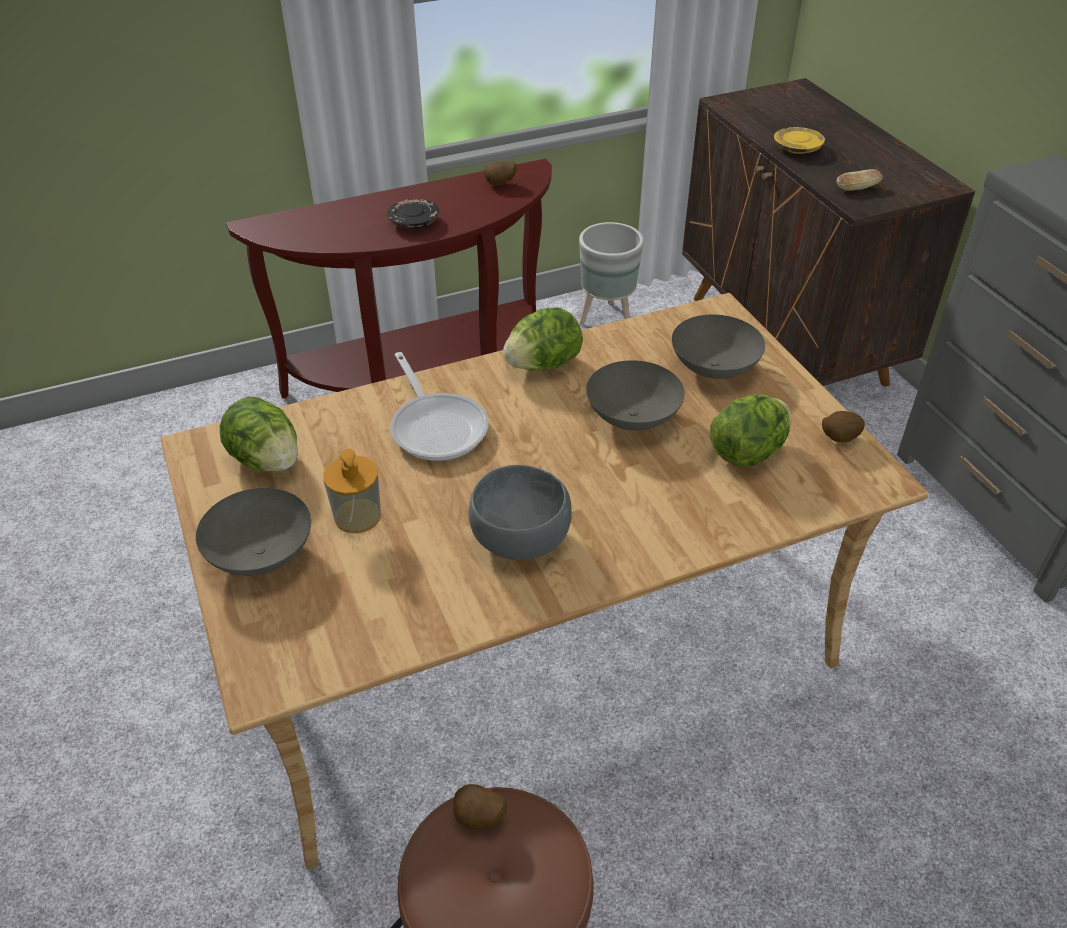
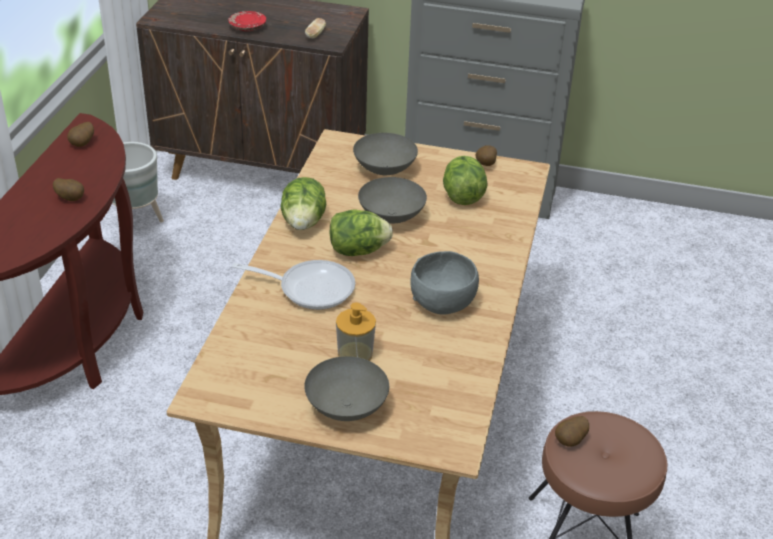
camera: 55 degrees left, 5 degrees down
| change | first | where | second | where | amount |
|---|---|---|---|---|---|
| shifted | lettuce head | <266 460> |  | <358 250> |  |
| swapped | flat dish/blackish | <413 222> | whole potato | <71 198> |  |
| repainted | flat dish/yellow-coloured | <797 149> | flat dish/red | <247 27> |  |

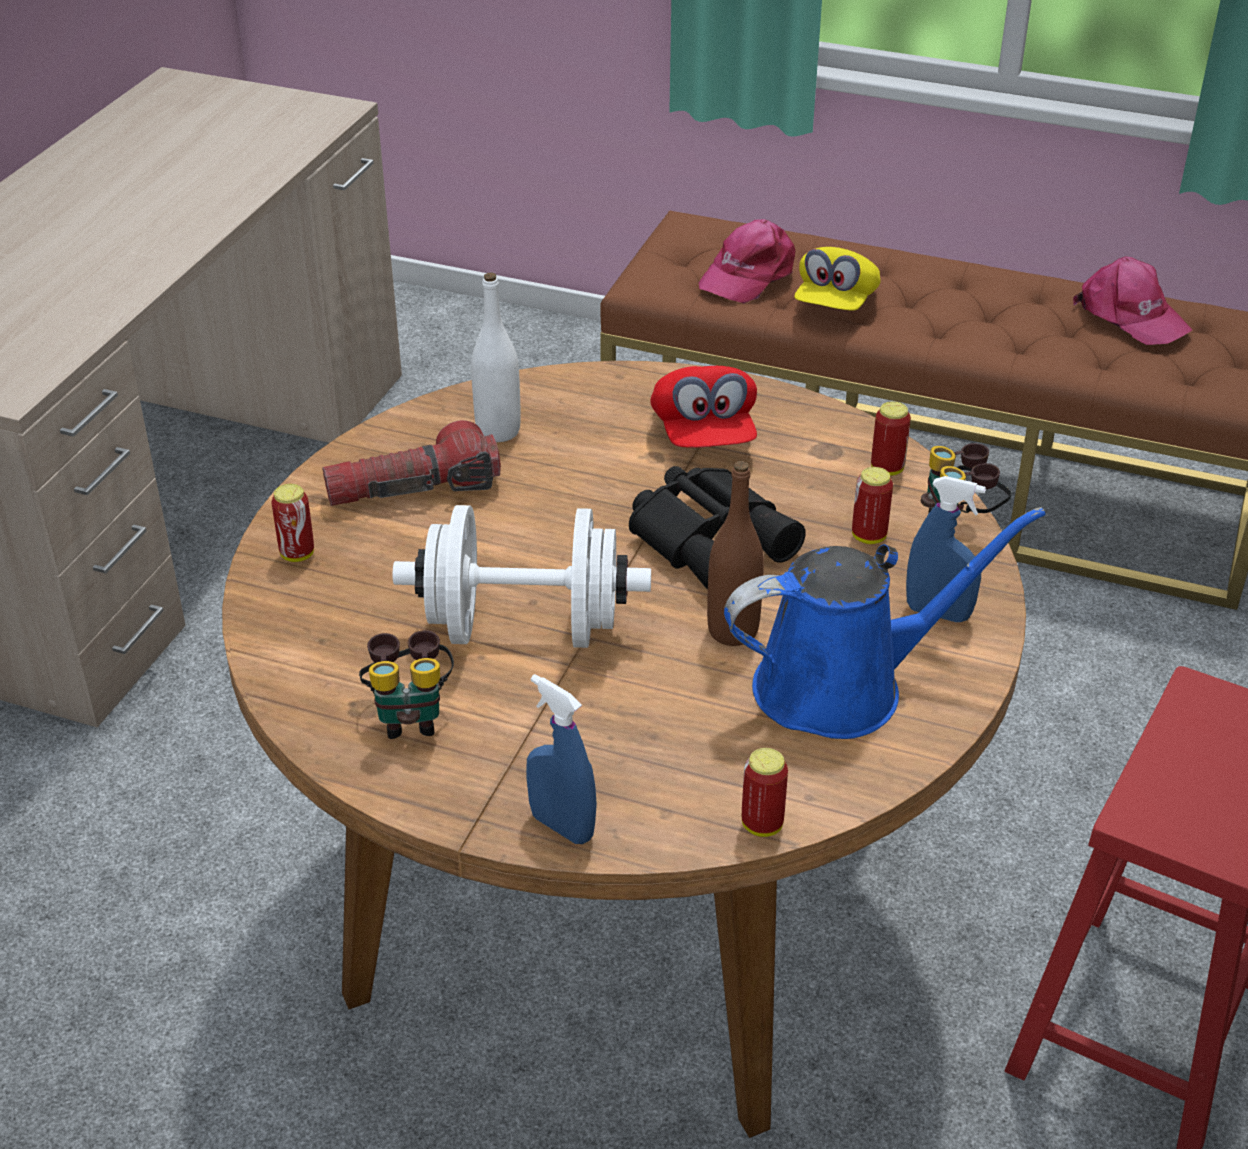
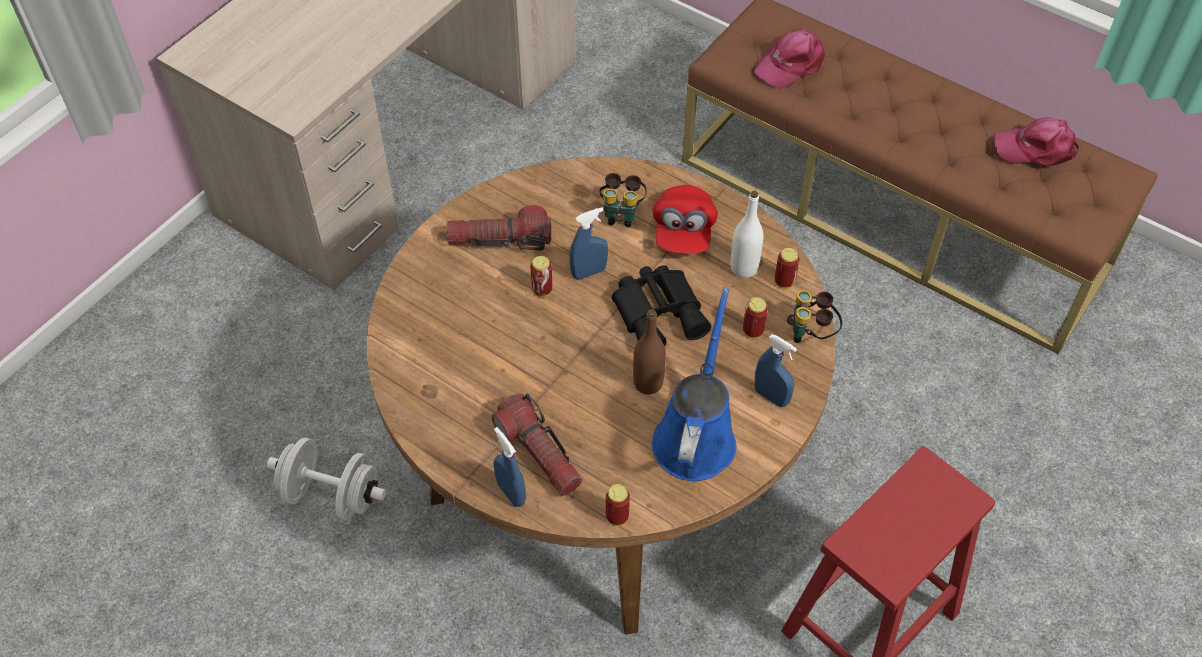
camera: 15 degrees right, 15 degrees up
| change | first | where | second | where | amount |
|---|---|---|---|---|---|
| shifted | metal can | <297 554> |  | <542 290> |  |
| shifted | field glasses | <410 716> |  | <621 214> |  |
| shifted | free weight/whitish | <524 629> |  | <331 495> |  |
| shifted | bottle/whitish | <498 431> |  | <744 268> |  |
| rotated | sprinkling can/bluish | <842 686> |  | <696 436> | 75 degrees counterclockwise |
| gone | baseball cap/yellow-coloured | <835 303> |  |  |  |
| rotated | baseball cap/pinkish | <1130 316> |  | <1036 148> | 120 degrees clockwise |
| new |  |  | hand torch | <539 453> |  |
| new |  |  | spray bottle/bluish | <589 272> |  |

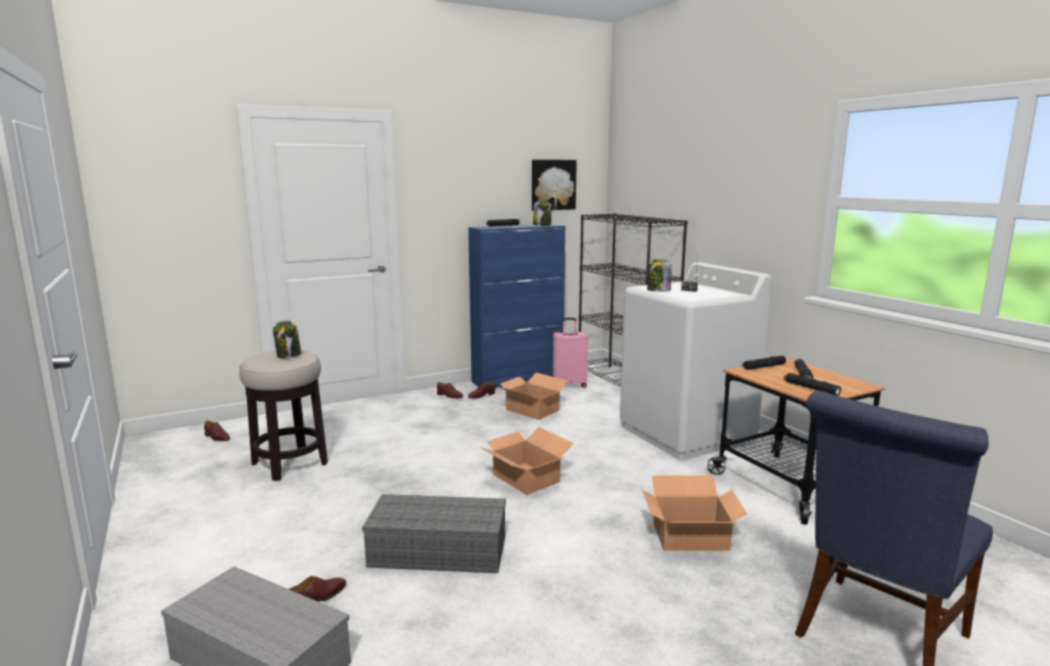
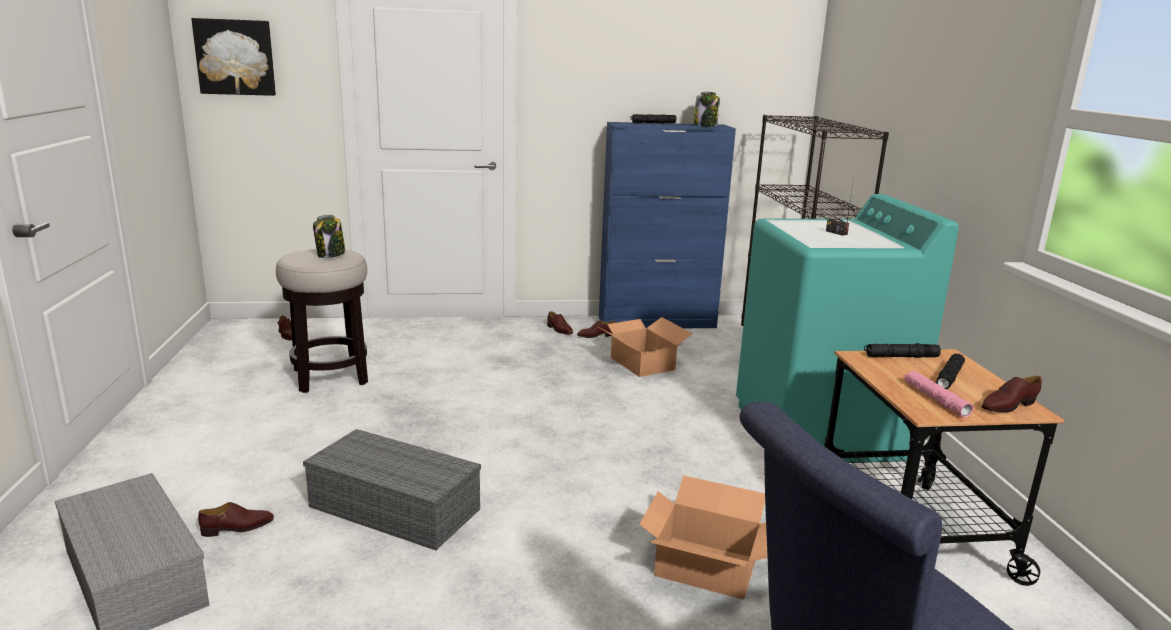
camera: 20 degrees right, 5 degrees up
| change | first | where | second | where | amount |
|---|---|---|---|---|---|
| gone | packing box | <526 478> |  |  |  |
| shifted | picture | <552 185> |  | <235 57> |  |
| gone | piece of luggage/pinkish | <569 384> |  |  |  |
| repainted | laundry appliance/whitish | <686 434> | laundry appliance/turquoise | <819 431> |  |
| gone | storage jar | <658 291> |  |  |  |
| repainted | hand torch/blackish | <811 388> | hand torch/pinkish | <935 399> |  |
| new |  |  | item of footwear/brown | <1007 405> |  |

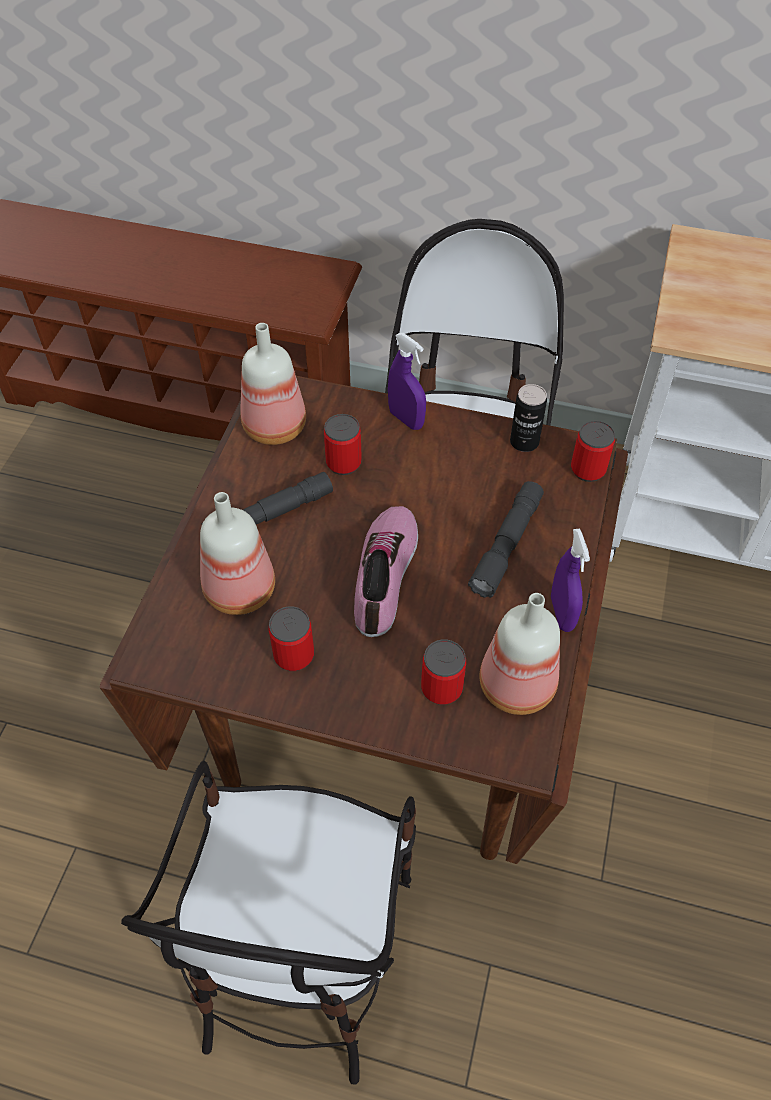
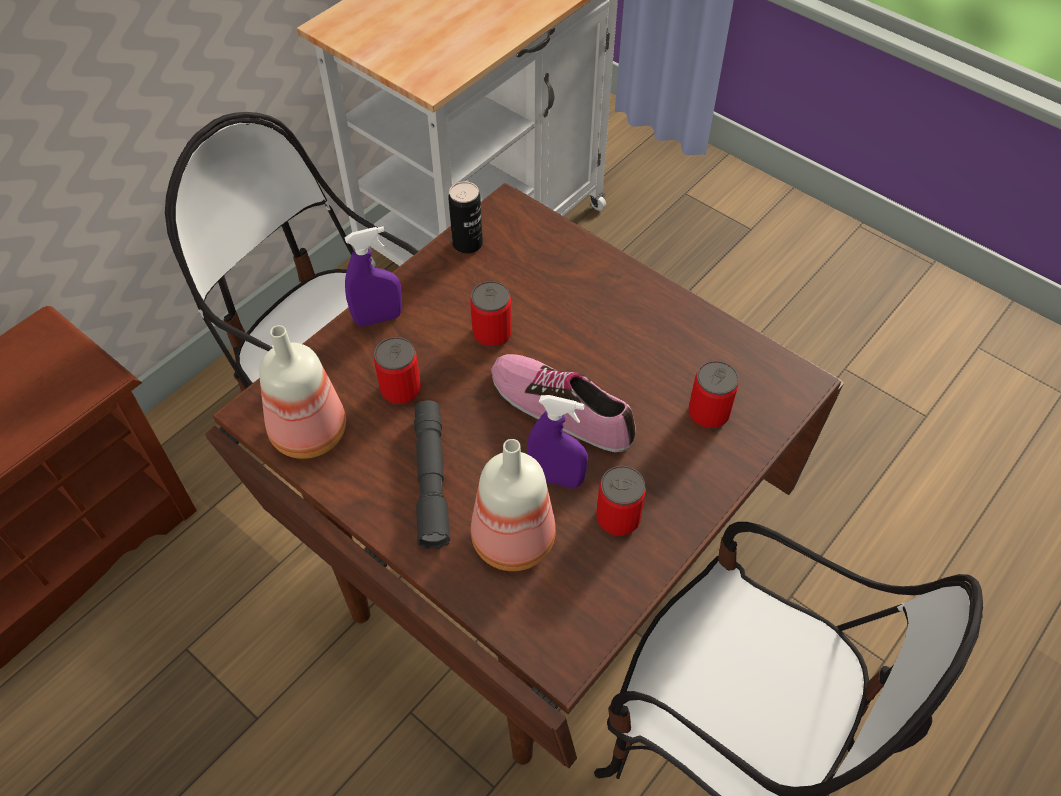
camera: 65 degrees left, 0 degrees up
| change | first | where | second | where | amount |
|---|---|---|---|---|---|
| gone | hand torch/gray | <506 545> |  |  |  |
| gone | bottle | <516 688> |  |  |  |
| shifted | spray bottle/purplish | <562 613> |  | <556 478> |  |
| shifted | metal can | <588 469> |  | <492 334> |  |

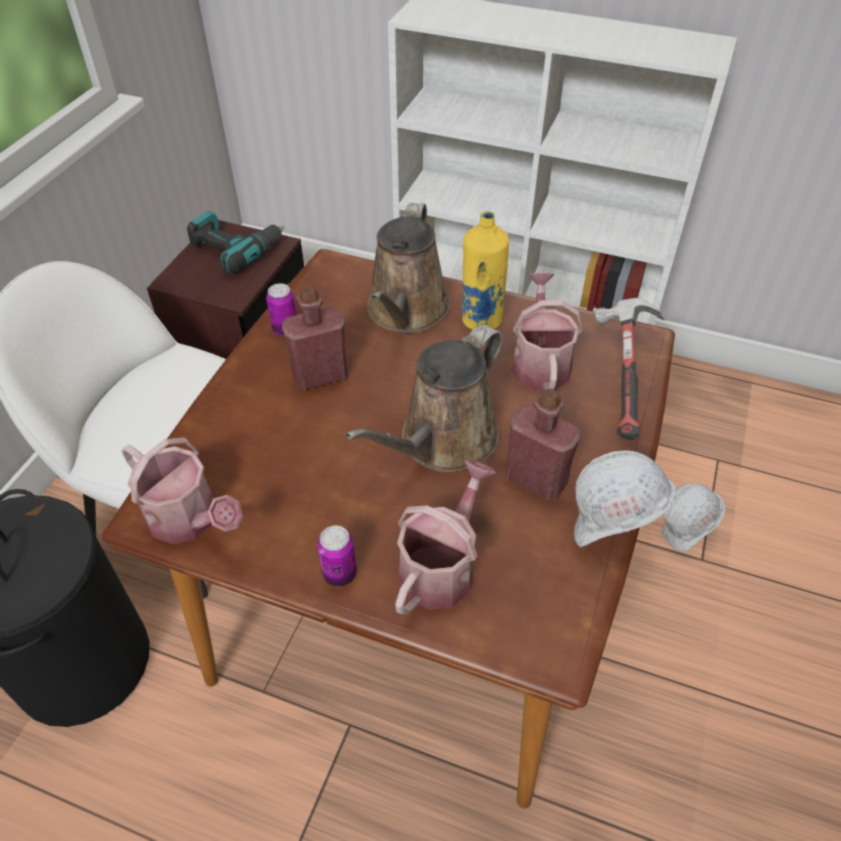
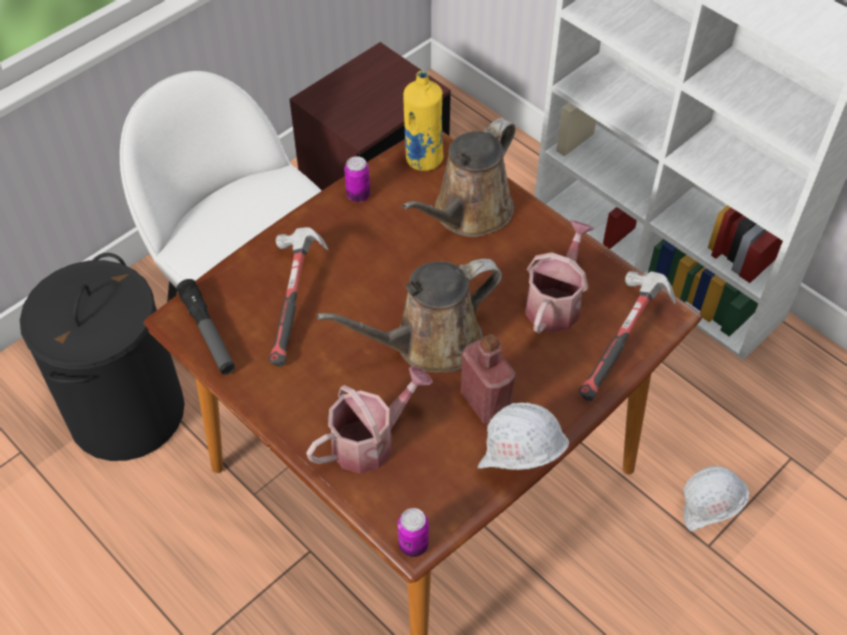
camera: 25 degrees right, 5 degrees up
| change | first | where | second | where | amount |
|---|---|---|---|---|---|
| swapped | sprinkling can | <189 520> | hand torch | <208 332> |  |
| gone | power drill | <236 248> |  |  |  |
| gone | bottle/red | <320 376> |  |  |  |
| shifted | metal can | <339 573> |  | <413 545> |  |
| shifted | bottle/yellow-coloured | <481 320> |  | <423 159> |  |
| new |  |  | tool hammer | <294 301> |  |

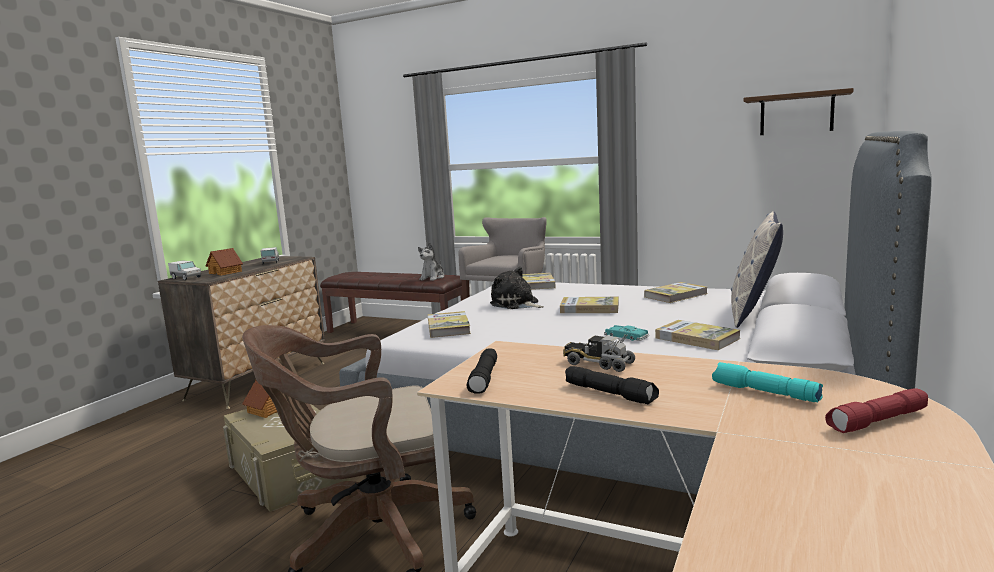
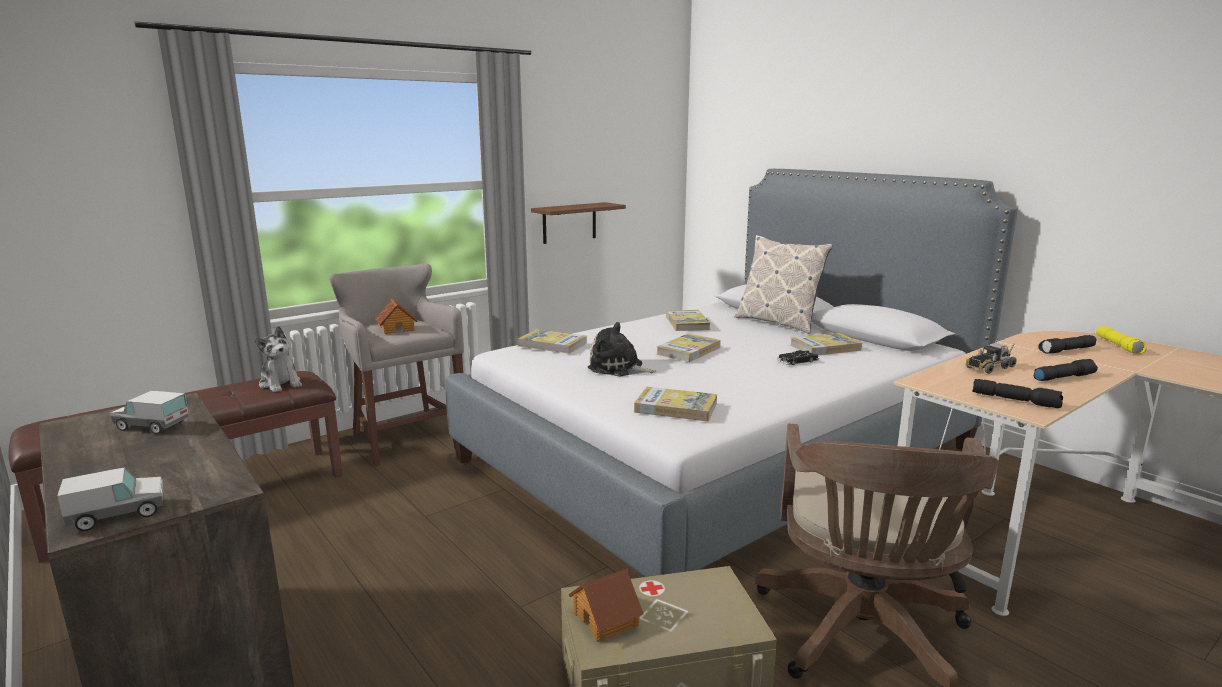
camera: 65 degrees left, 5 degrees up
| change | first | where | second | where | amount |
|---|---|---|---|---|---|
| shifted | toy house | <226 272> |  | <397 328> |  |
| rotated | plush toy | <516 304> |  | <618 368> | 45 degrees clockwise |
| repainted | model car/turquoise | <626 337> | model car/blackish | <798 361> |  |
| repainted | hand torch/turquoise | <763 392> | hand torch/blackish | <1067 350> |  |
| shifted | wall shelf/brown | <796 114> |  | <569 223> |  |
| repainted | hand torch/red | <878 422> | hand torch/yellow-coloured | <1119 346> |  |

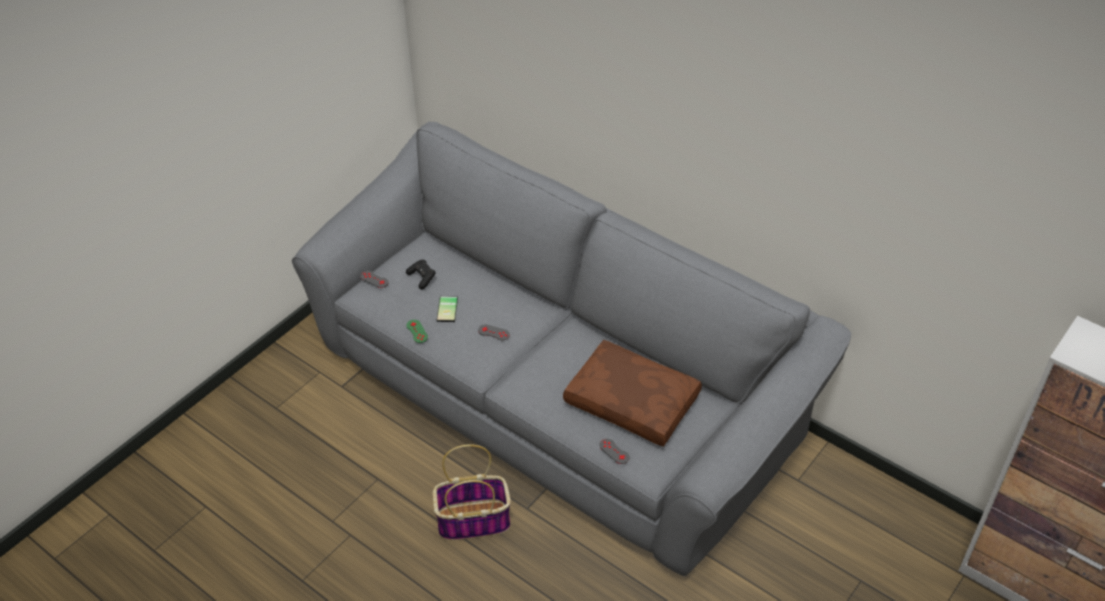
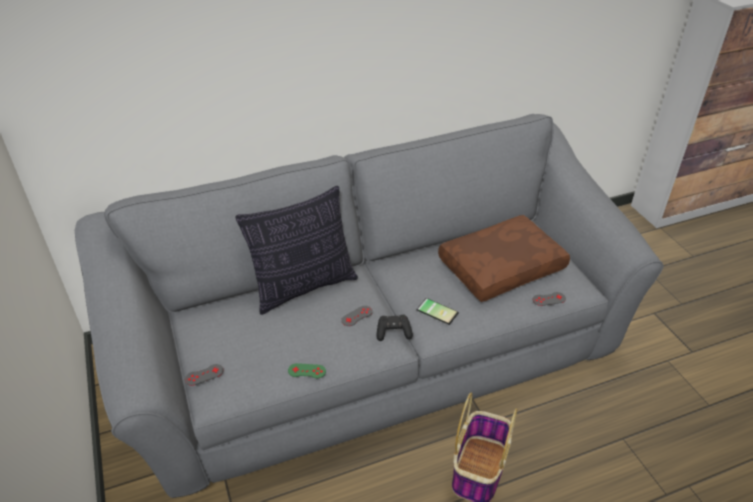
camera: 60 degrees left, 5 degrees down
| change | first | where | second | where | amount |
|---|---|---|---|---|---|
| shifted | gamepad/blackish | <422 278> |  | <393 332> |  |
| shifted | handset | <449 309> |  | <438 310> |  |
| new |  |  | pillow | <304 287> |  |

